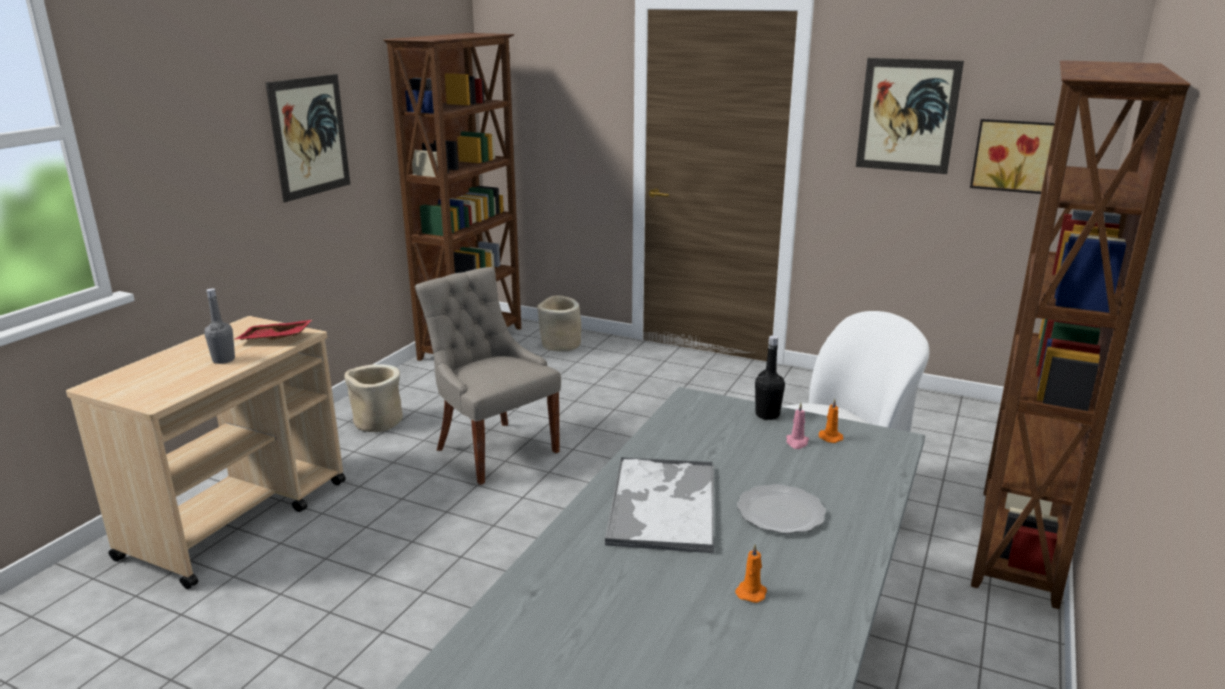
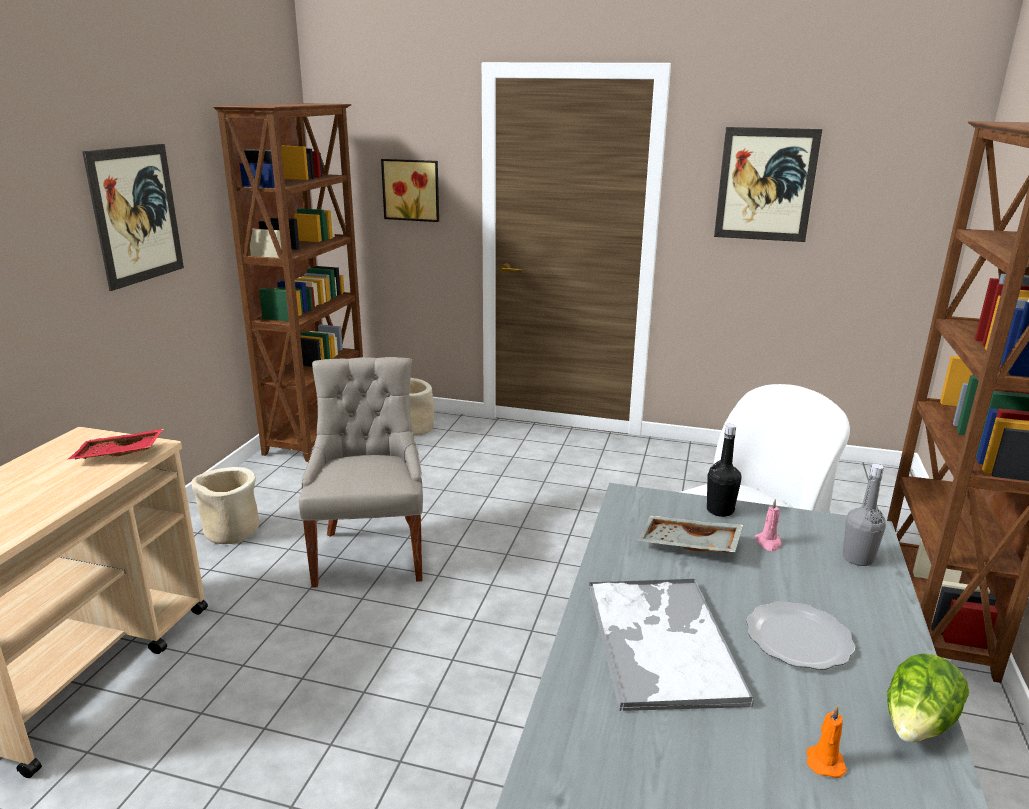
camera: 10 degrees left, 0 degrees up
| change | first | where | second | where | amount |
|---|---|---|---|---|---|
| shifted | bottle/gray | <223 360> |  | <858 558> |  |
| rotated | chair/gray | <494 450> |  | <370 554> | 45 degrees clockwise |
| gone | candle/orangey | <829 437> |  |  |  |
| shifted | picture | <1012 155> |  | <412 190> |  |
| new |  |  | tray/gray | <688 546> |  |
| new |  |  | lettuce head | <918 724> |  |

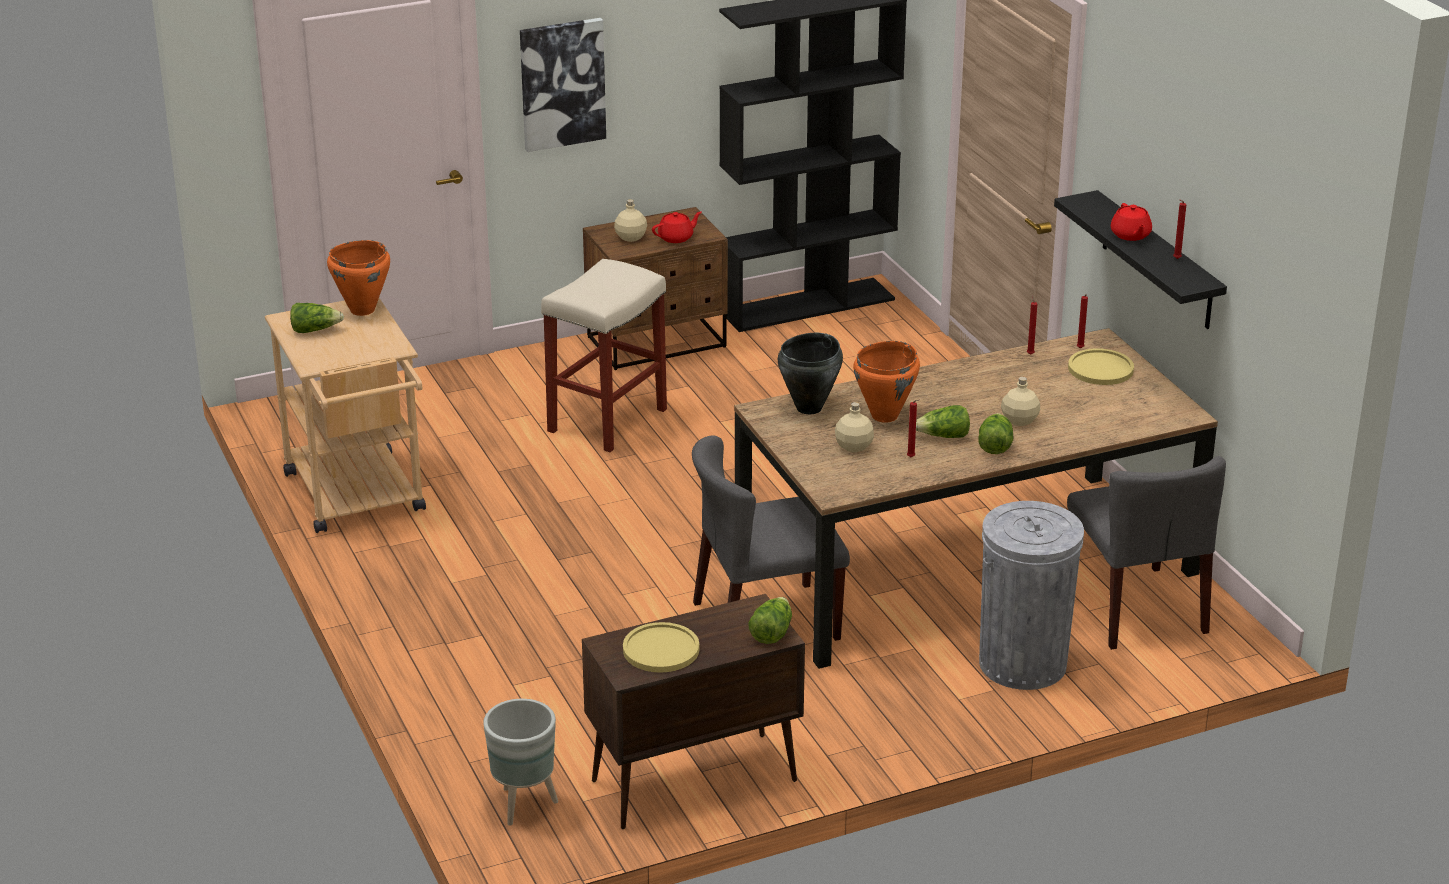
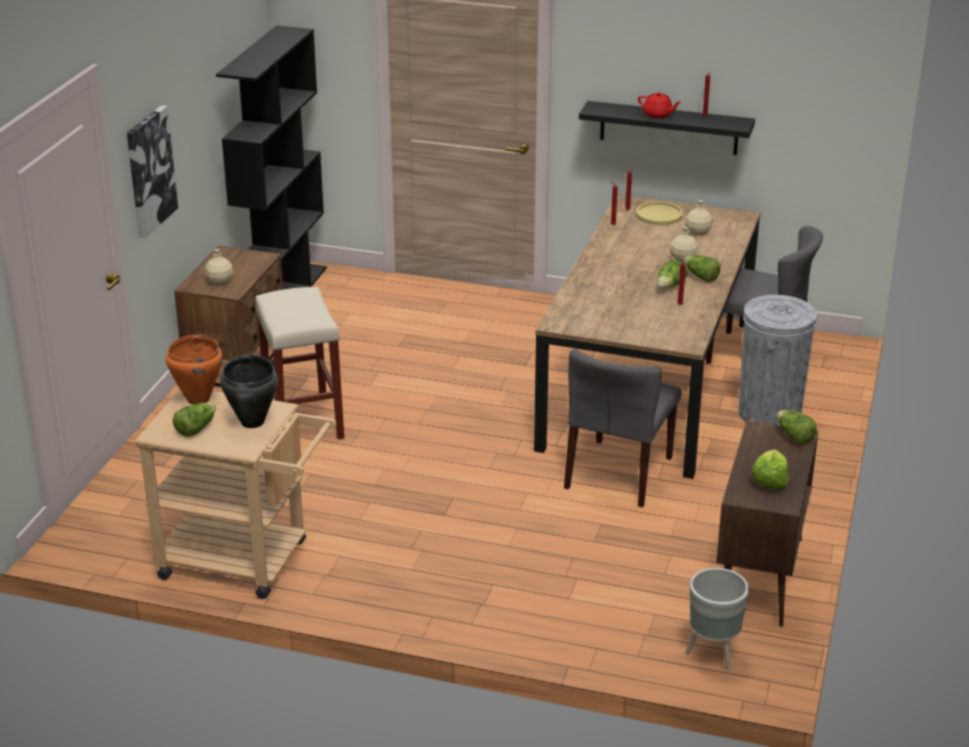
camera: 50 degrees left, 0 degrees up
| change | first | where | second | where | amount |
|---|---|---|---|---|---|
| swapped | flat dish/yellow-coloured | <661 649> | lettuce head | <769 481> |  |
| gone | teapot/red | <676 238> |  |  |  |
| shifted | cooking pot/blackish | <810 408> |  | <253 422> |  |
| shifted | bottle/beige-coloured | <853 447> |  | <698 232> |  |
| gone | cooking pot/orangey | <885 416> |  |  |  |

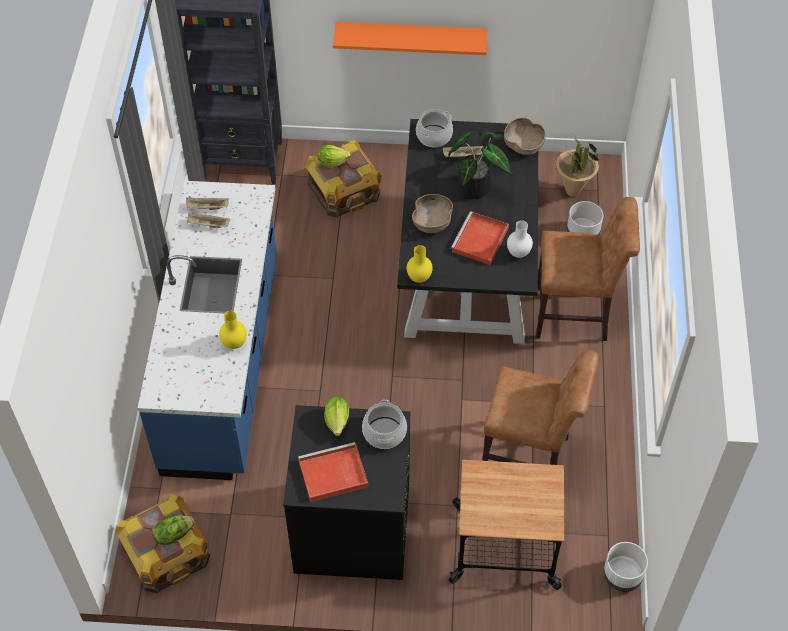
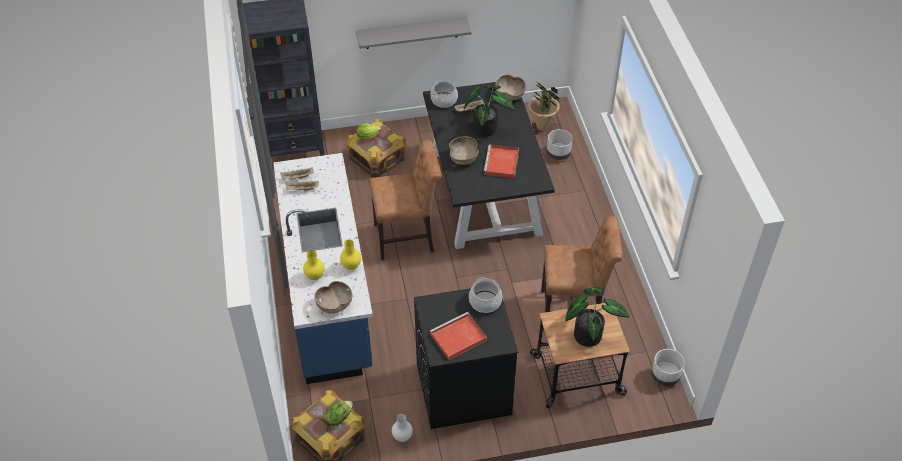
camera: 15 degrees left, 5 degrees down
| change | first | where | second | where | amount |
|---|---|---|---|---|---|
| gone | lettuce head | <337 421> |  |  |  |
| repainted | wall shelf/orangey | <411 37> | wall shelf/gray | <411 32> |  |
| shifted | decorative vase/yellow-coloured | <419 277> |  | <315 276> |  |
| shifted | decorative vase/whitish | <517 253> |  | <402 437> |  |
| shifted | chair/brown | <576 314> |  | <407 238> |  |
| new |  |  | deep dish/brown | <334 305> |  |
| new |  |  | potted plant | <589 333> |  |

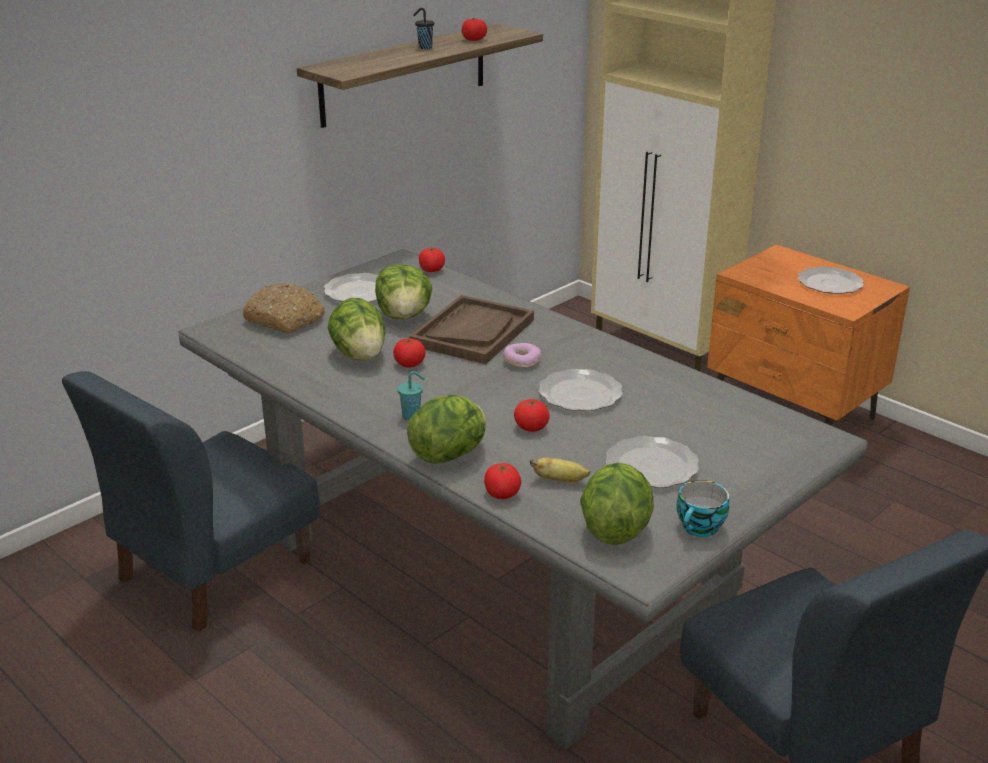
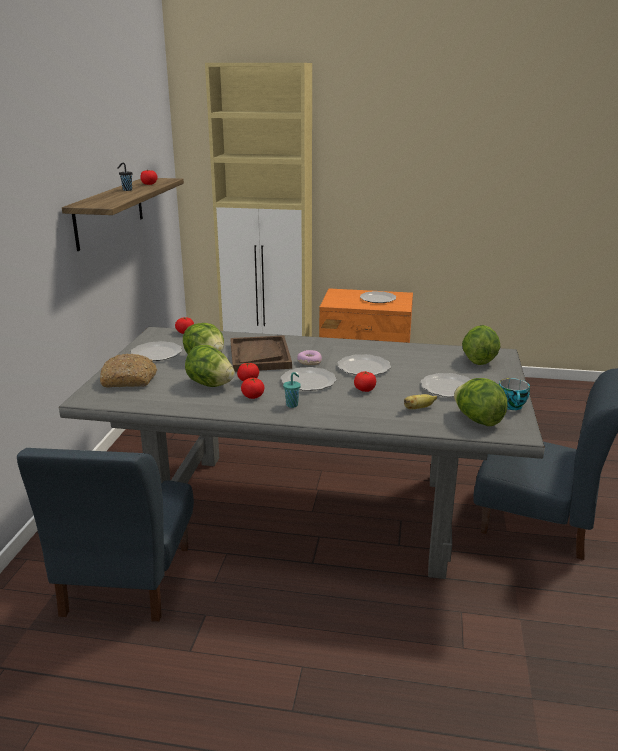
camera: 35 degrees left, 5 degrees down
| change | first | where | second | where | amount |
|---|---|---|---|---|---|
| shifted | lettuce head | <450 454> |  | <478 361> |  |
| shifted | whole tomato | <502 494> |  | <253 396> |  |
| new |  |  | flat dish | <308 381> |  |

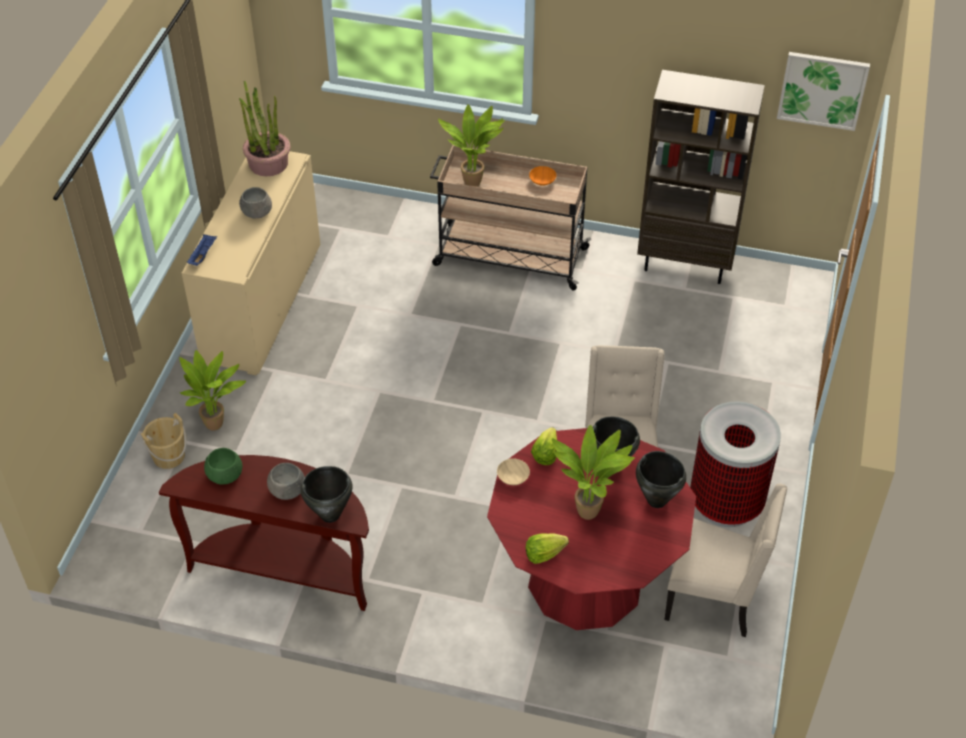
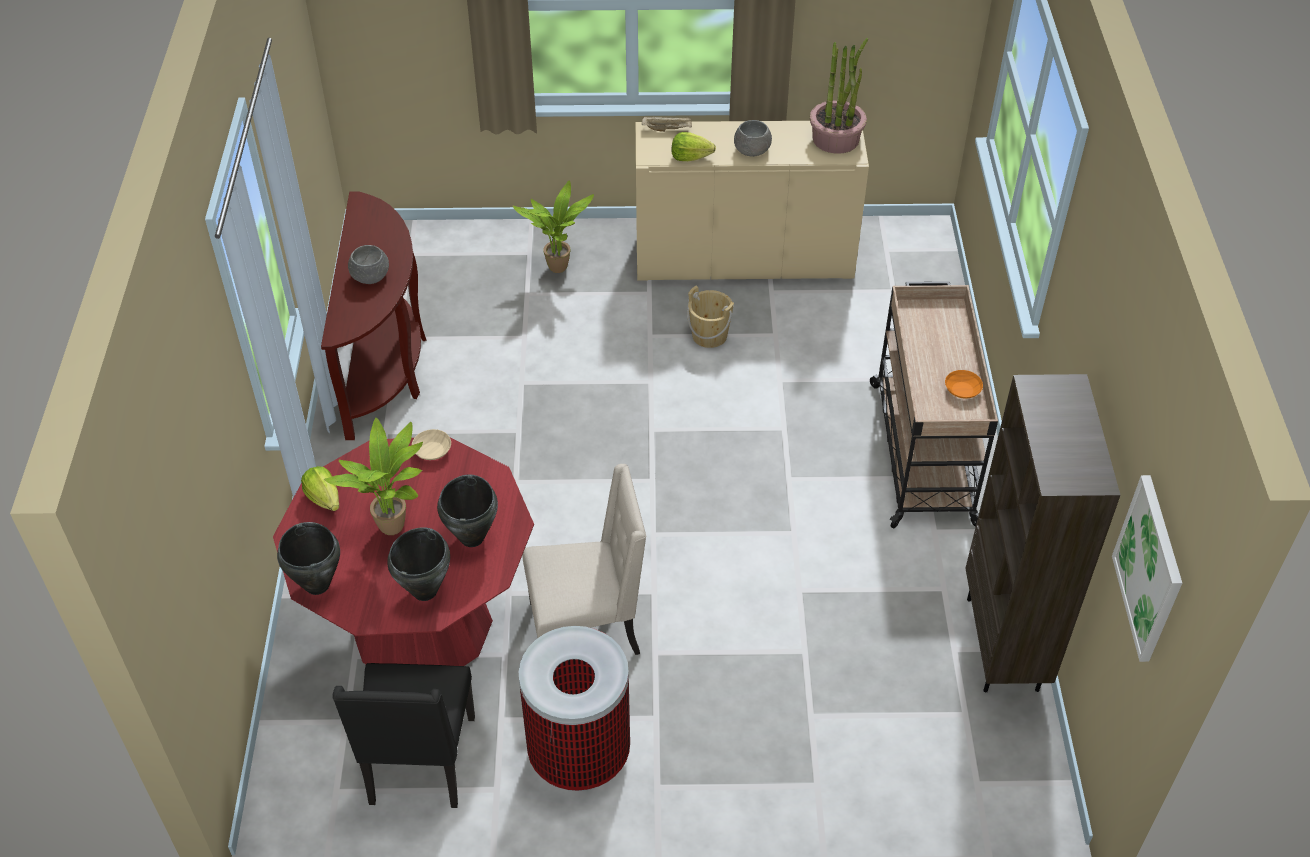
camera: 75 degrees right, 0 degrees up
| change | first | where | second | where | amount |
|---|---|---|---|---|---|
| shifted | pail/beige-coloured | <169 456> |  | <709 335> |  |
| repainted | tray/bluish | <203 255> | tray/beige-coloured | <667 129> |  |
| gone | deep dish/green-coloured | <224 474> |  |  |  |
| shifted | cooking pot/blackish | <330 515> |  | <317 585> |  |
| gone | potted plant | <474 181> |  |  |  |
| shifted | lettuce head | <545 454> |  | <690 157> |  |
| repainted | chair/beige-coloured | <714 600> | chair/blackish | <420 763> |  |

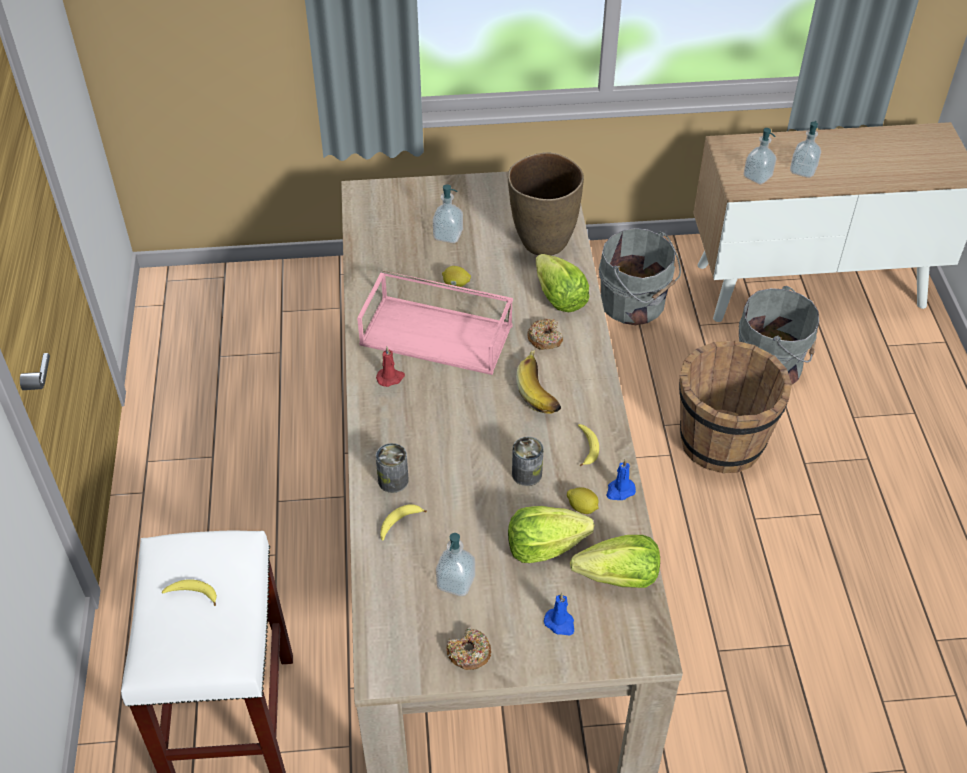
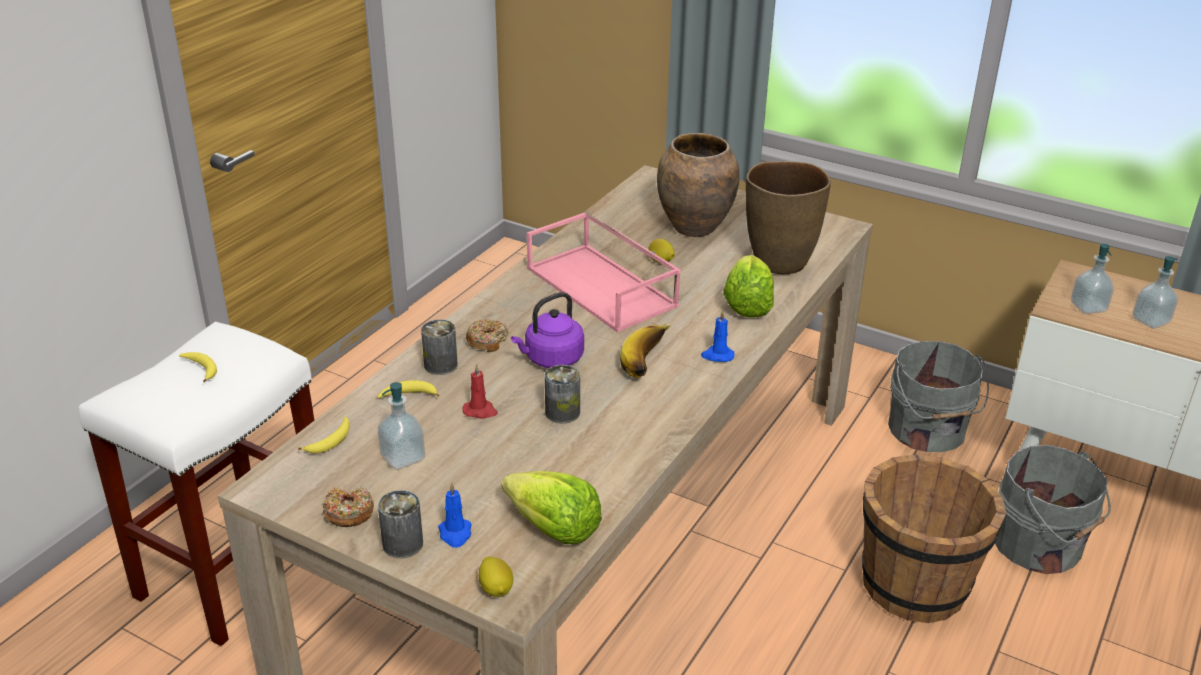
camera: 35 degrees right, 15 degrees down
| change | first | where | second | where | amount |
|---|---|---|---|---|---|
| shifted | candle/red | <390 378> |  | <480 411> |  |
| swapped | liquid soap bottle | <448 235> | decorative vase/brown | <694 228> |  |
| gone | lettuce head | <544 546> |  |  |  |
| shifted | donut | <545 338> |  | <487 341> |  |
| shifted | citrus fruit | <582 507> |  | <496 588> |  |
| shifted | whole banana | <587 447> |  | <330 441> |  |
| shifted | candle/bluish | <620 491> |  | <717 355> |  |
| new |  |  | metal can | <402 544> |  |
| new |  |  | kettle/purplish | <551 359> |  |

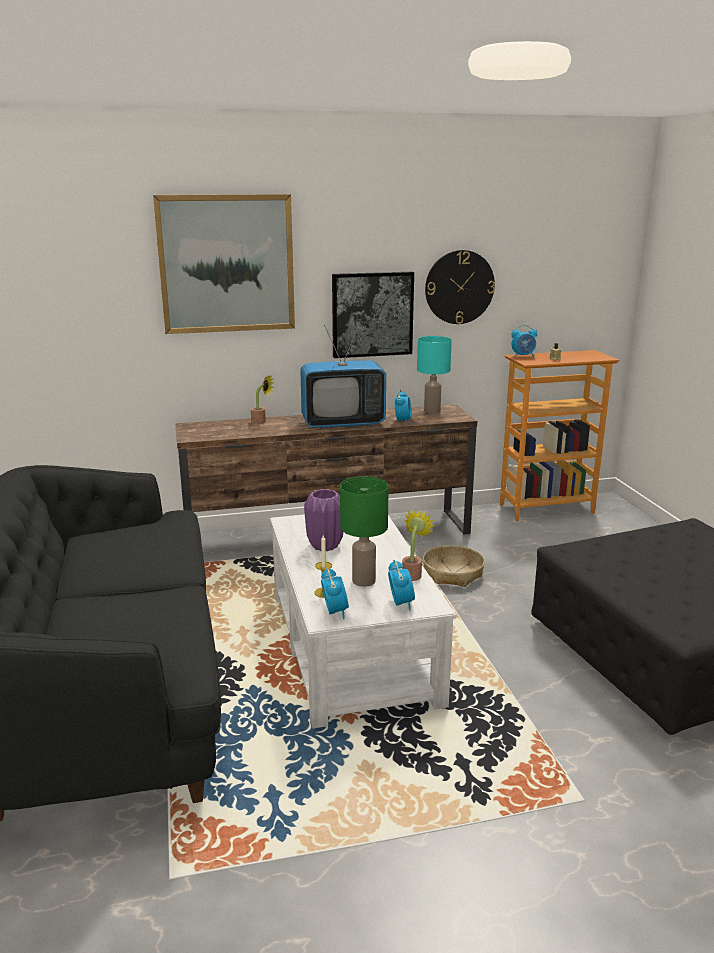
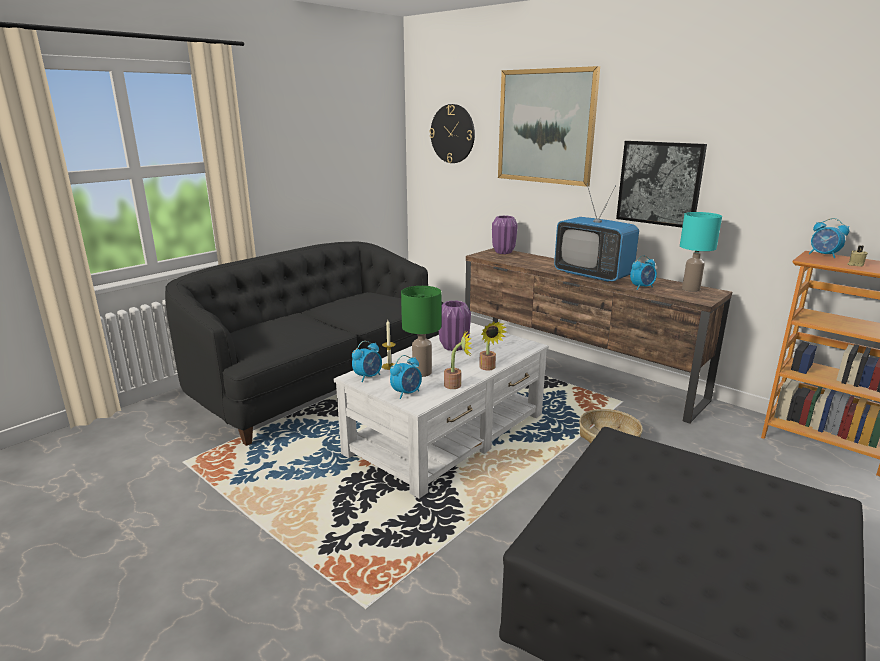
camera: 55 degrees right, 0 degrees up
| change | first | where | second | where | amount |
|---|---|---|---|---|---|
| shifted | potted plant | <261 421> |  | <488 368> |  |
| shifted | wall clock | <459 287> |  | <452 134> |  |
| new |  |  | decorative vase/purplish | <503 252> |  |

